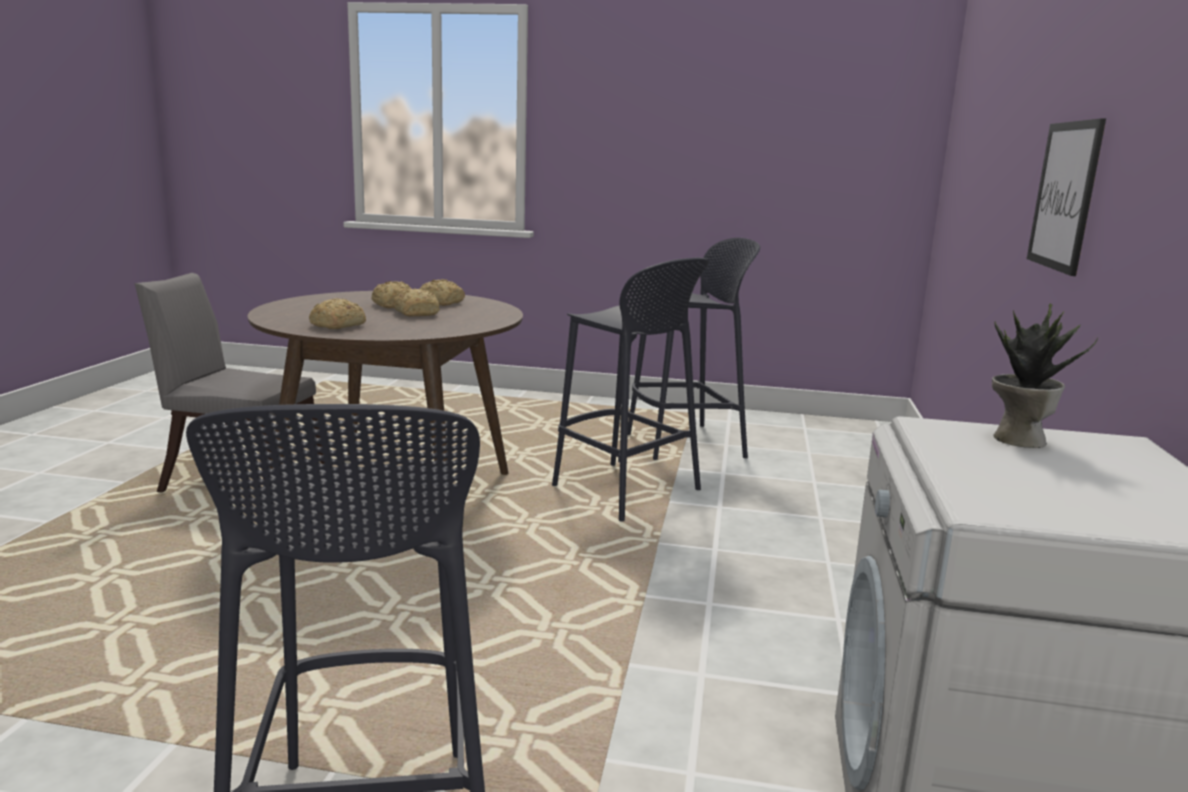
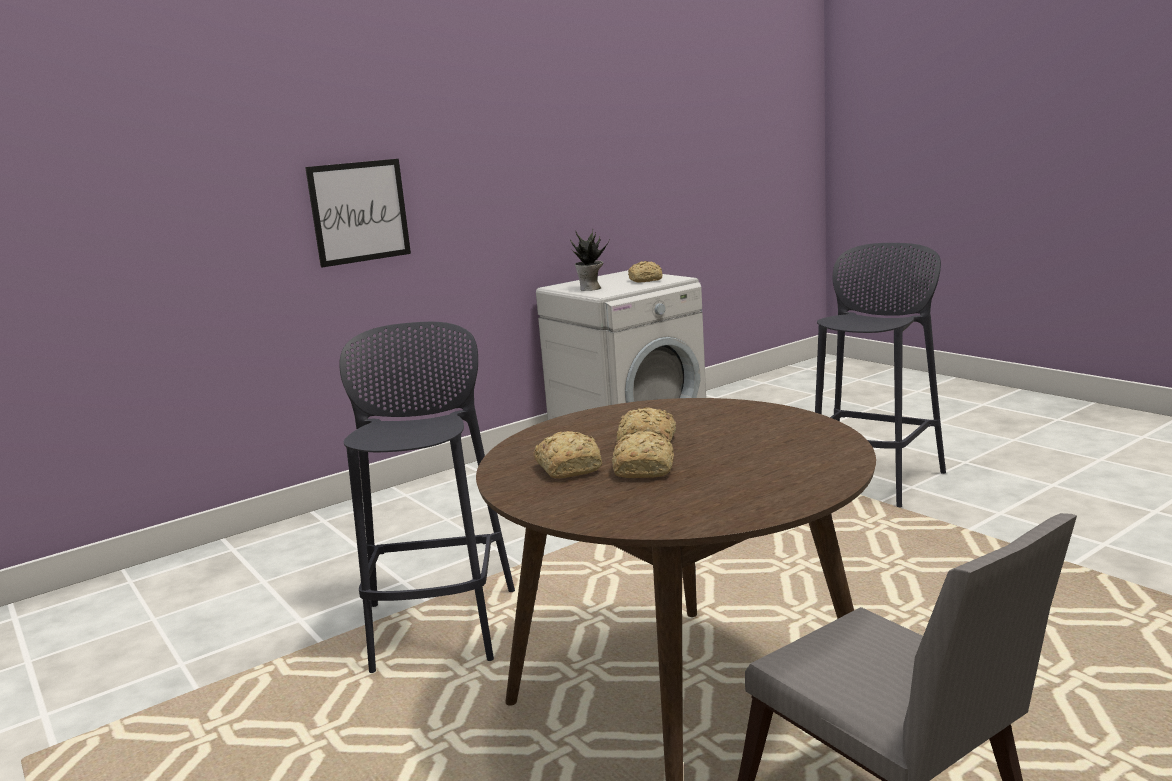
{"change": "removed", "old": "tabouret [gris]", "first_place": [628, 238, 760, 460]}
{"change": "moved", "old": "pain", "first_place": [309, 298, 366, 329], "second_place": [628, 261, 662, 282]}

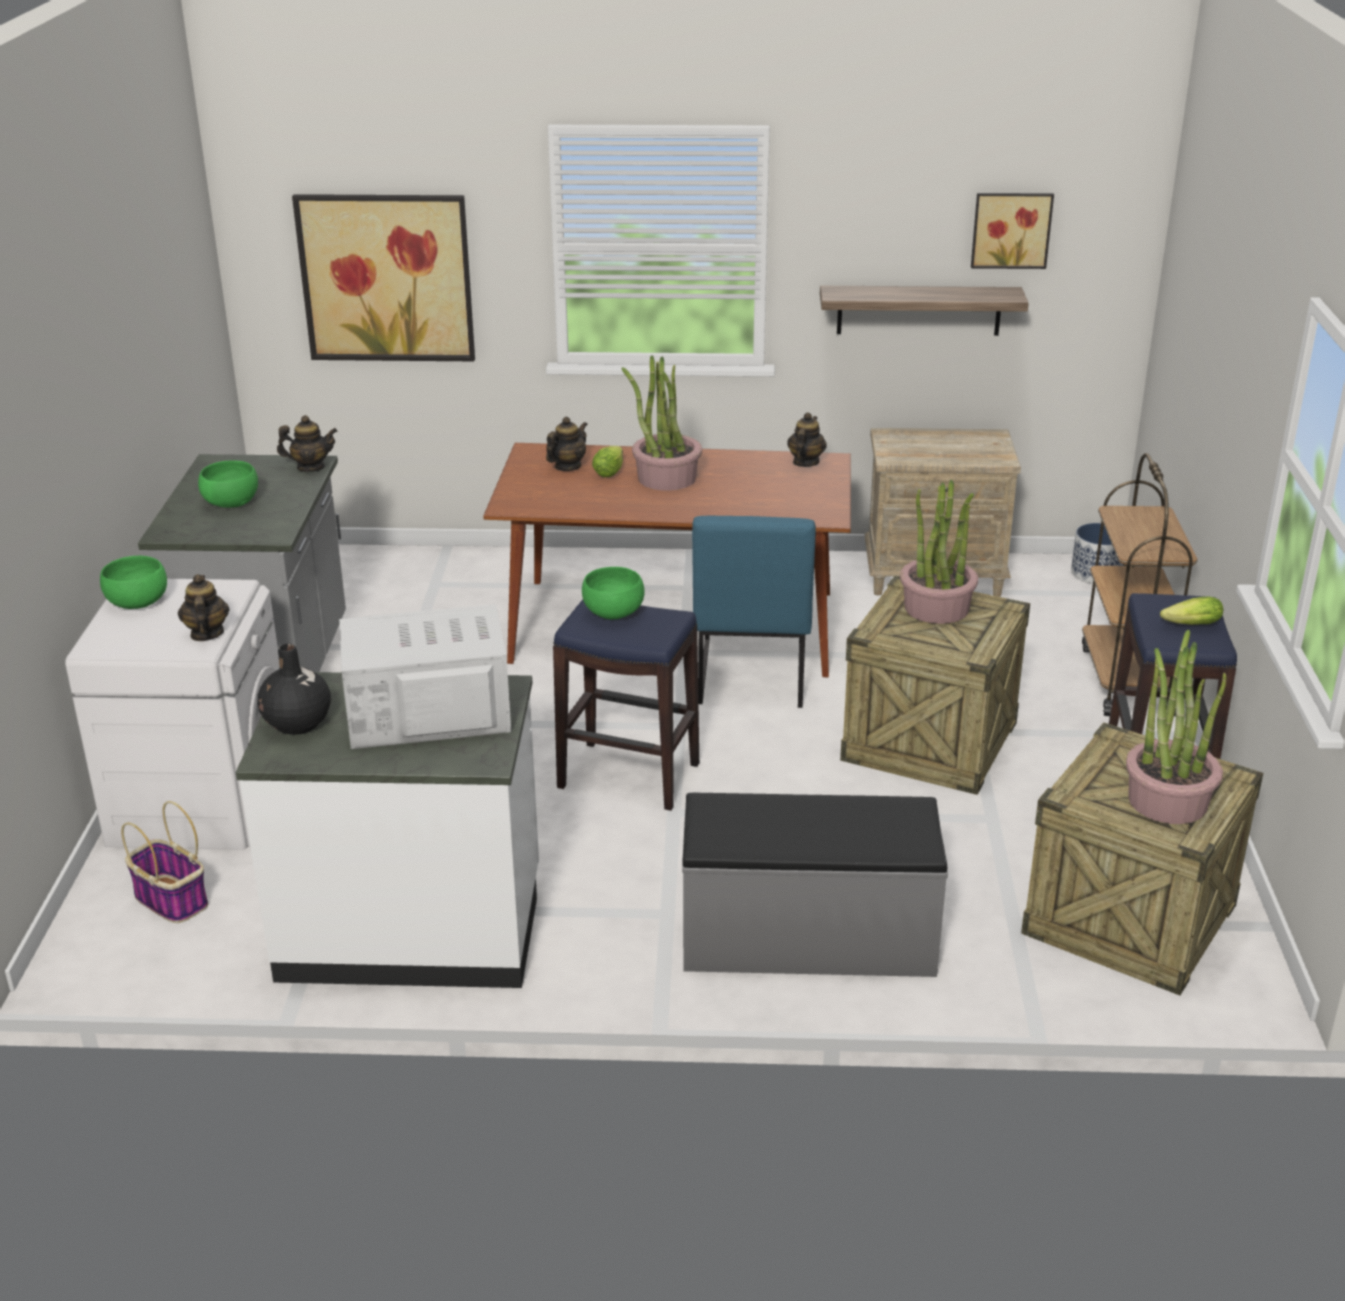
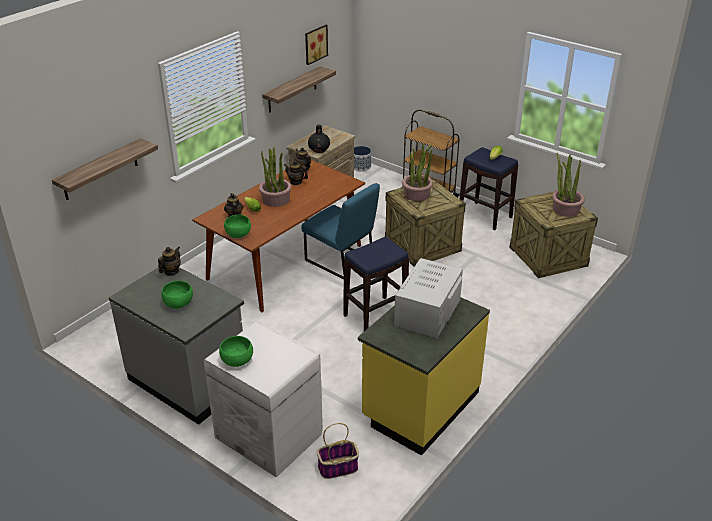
{"change": "replaced", "old": "tableau", "new": "étagère", "first_place": [292, 194, 475, 361], "second_place": [52, 138, 158, 200]}
{"change": "moved", "old": "bol [vert]", "first_place": [582, 567, 645, 619], "second_place": [224, 215, 251, 238]}
{"change": "moved", "old": "théière", "first_place": [178, 574, 229, 641], "second_place": [284, 161, 308, 185]}
{"change": "moved", "old": "vase [noir]", "first_place": [257, 644, 331, 735], "second_place": [308, 125, 330, 153]}
{"change": "recoloured", "old": "comptoir de cuisine [blanc]", "new": "comptoir de cuisine [jaune]", "first_place": [236, 672, 539, 988], "second_place": [358, 297, 490, 456]}
{"change": "removed", "old": "banc [gris]", "first_place": [682, 793, 948, 977]}

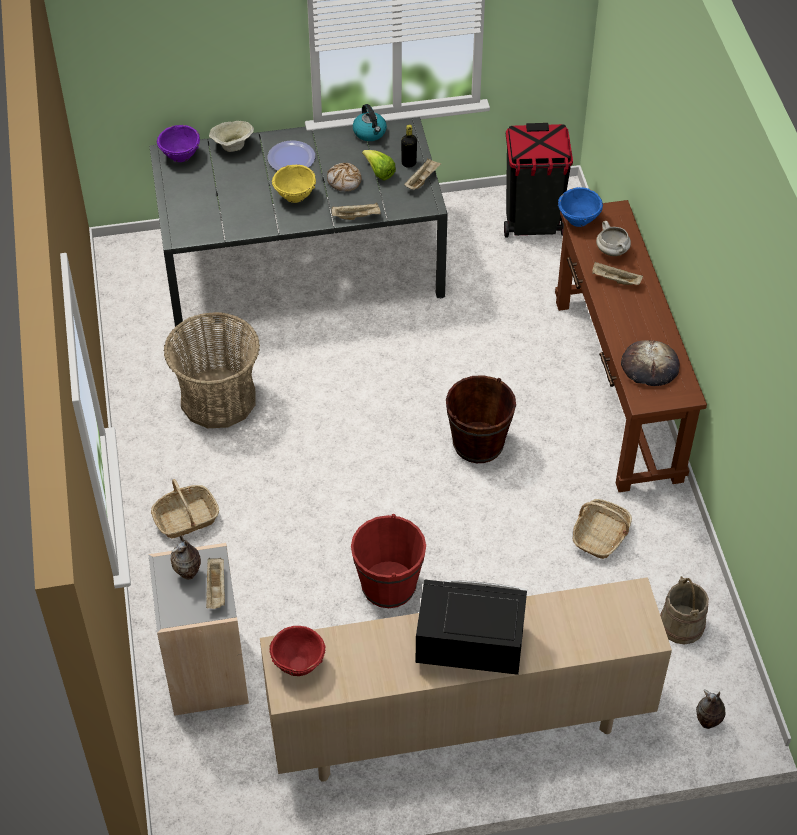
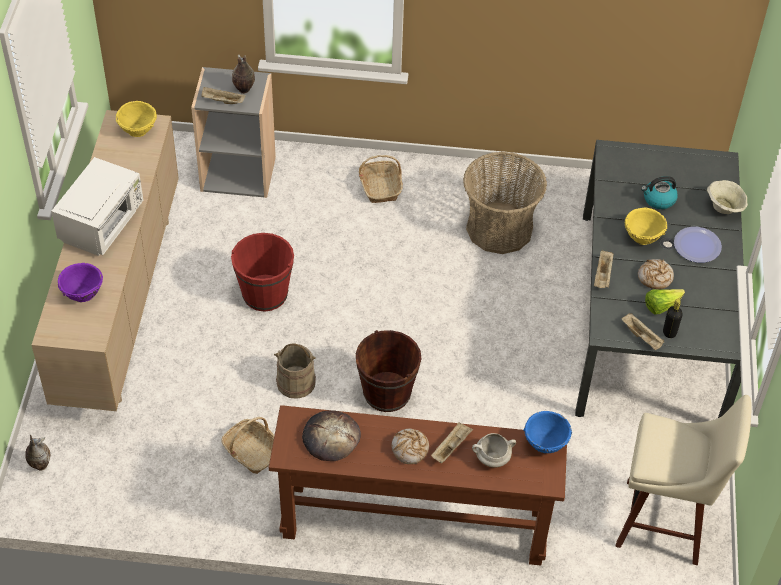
{"change": "moved", "old": "bouilloire", "first_place": [353, 104, 387, 141], "second_place": [641, 176, 678, 209]}
{"change": "replaced", "old": "poubelle [noir]", "new": "tabouret [beige]", "first_place": [504, 123, 573, 238], "second_place": [615, 395, 752, 565]}
{"change": "moved", "old": "bol [violet]", "first_place": [157, 125, 200, 162], "second_place": [58, 263, 103, 302]}
{"change": "moved", "old": "seau [beige]", "first_place": [660, 576, 709, 645], "second_place": [274, 343, 316, 399]}
{"change": "recoloured", "old": "micro-ondes [noir]", "new": "micro-ondes [blanc]", "first_place": [415, 579, 527, 675], "second_place": [51, 157, 143, 256]}
{"change": "recoloured", "old": "bol [rouge]", "new": "bol [jaune]", "first_place": [269, 626, 326, 676], "second_place": [116, 101, 157, 137]}
{"change": "added", "new": "pain", "second_place": [391, 429, 429, 464]}

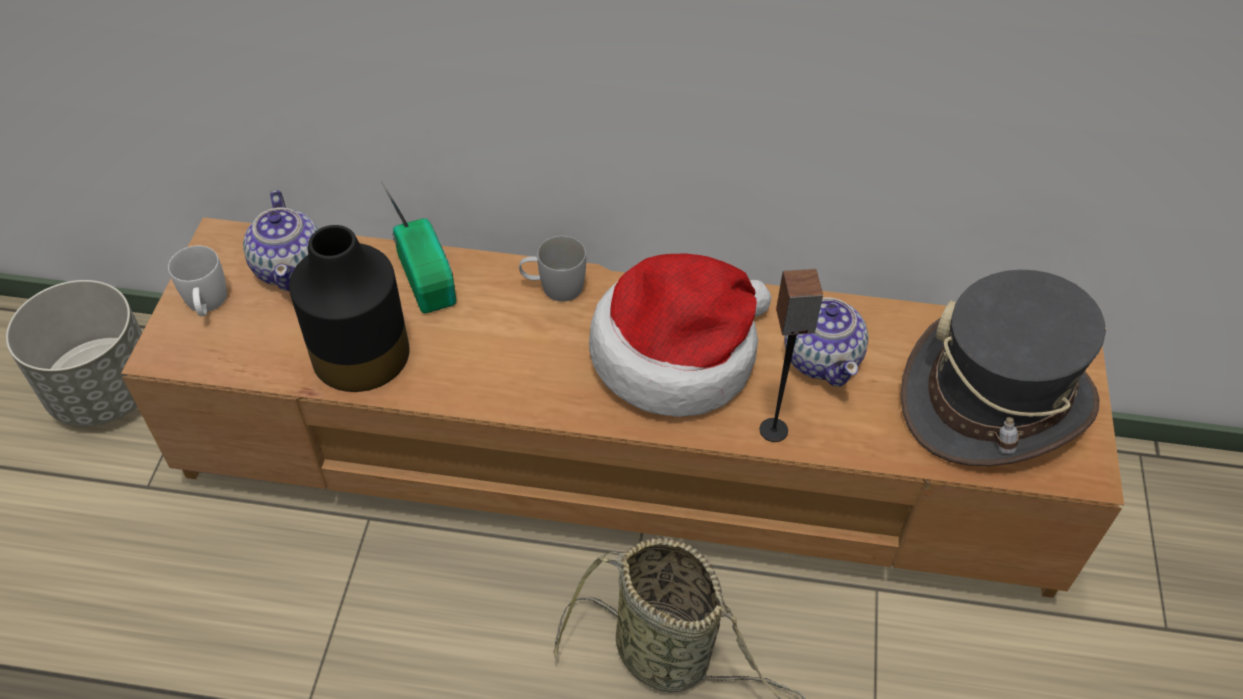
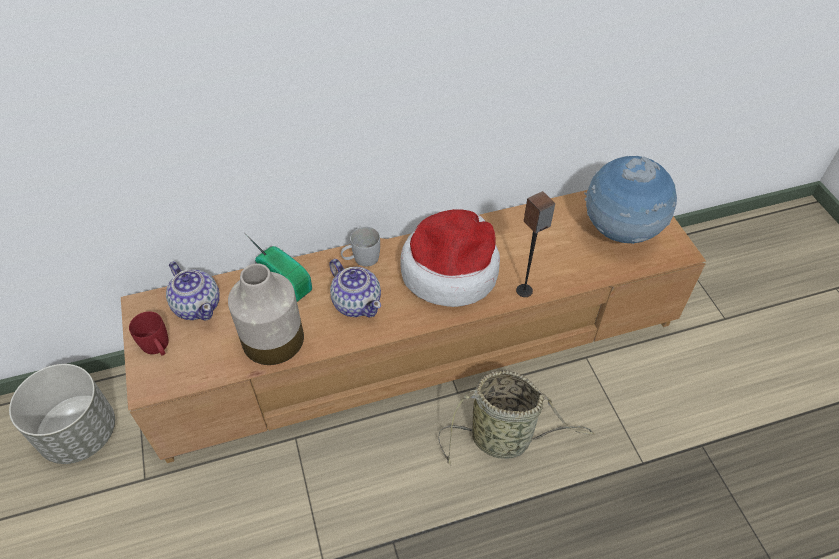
{"change": "recoloured", "old": "vase [noir]", "new": "vase [beige]", "first_place": [289, 225, 410, 392], "second_place": [228, 264, 304, 365]}
{"change": "recoloured", "old": "mug [blanc]", "new": "mug [rouge]", "first_place": [168, 246, 227, 316], "second_place": [129, 311, 169, 356]}
{"change": "replaced", "old": "chapeau [gris]", "new": "globe", "first_place": [901, 270, 1107, 466], "second_place": [584, 156, 677, 244]}
{"change": "moved", "old": "théière", "first_place": [784, 297, 869, 387], "second_place": [329, 259, 381, 318]}

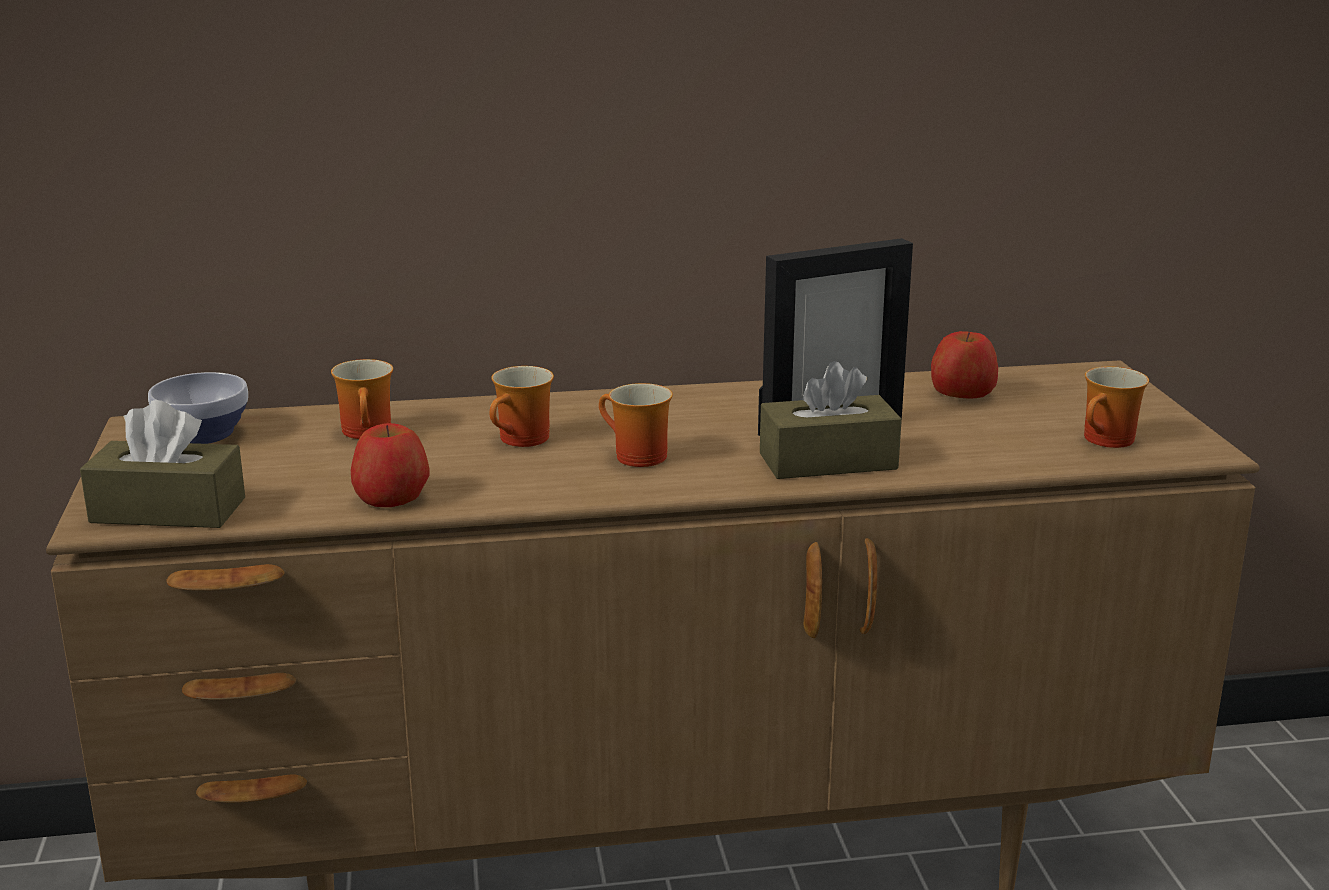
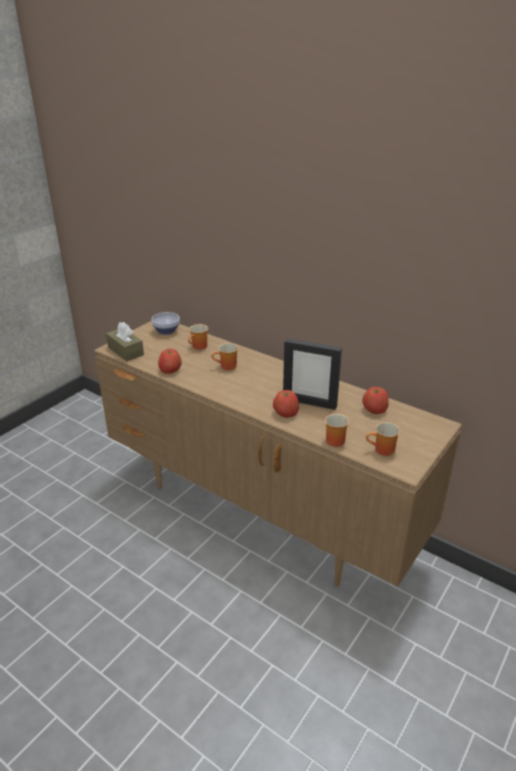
{"change": "replaced", "old": "boîte à mouchoirs [marron]", "new": "pomme", "first_place": [760, 361, 902, 479], "second_place": [273, 390, 299, 418]}
{"change": "moved", "old": "mug", "first_place": [599, 383, 673, 467], "second_place": [325, 413, 349, 447]}

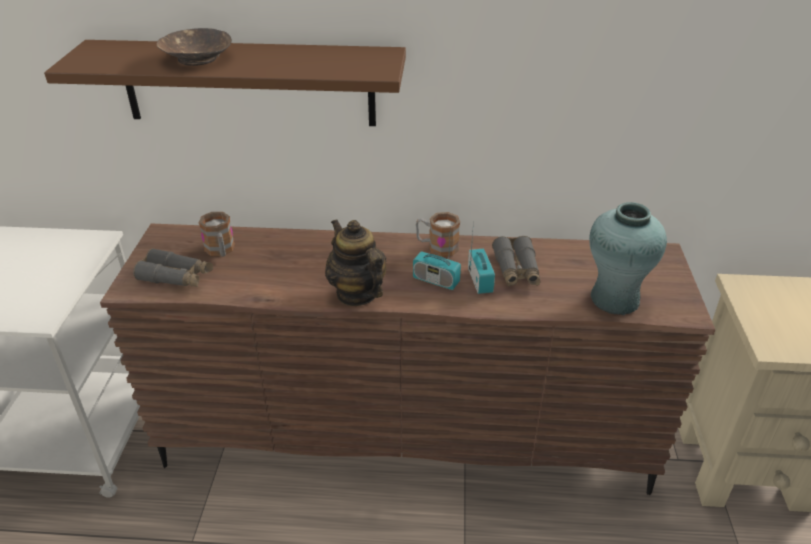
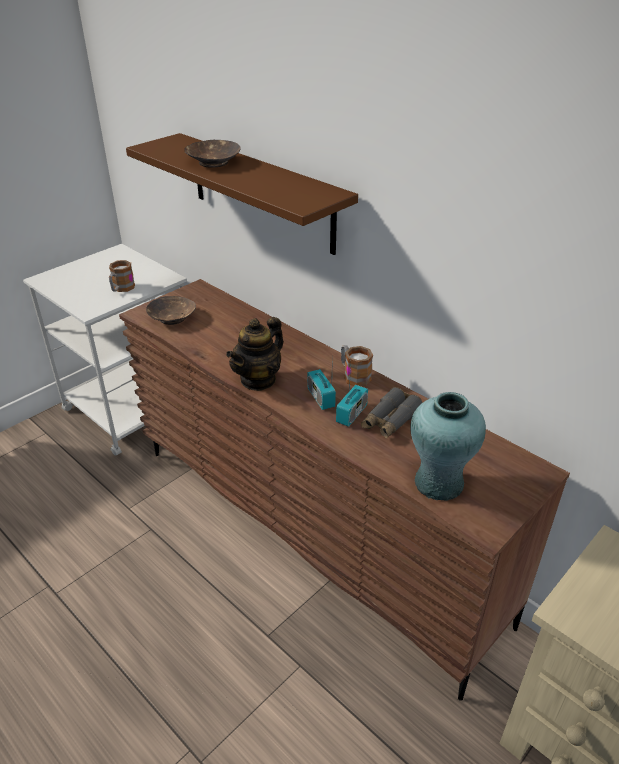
{"change": "moved", "old": "mug", "first_place": [199, 212, 235, 257], "second_place": [109, 260, 135, 292]}
{"change": "turned", "old": "théière", "first_place": [325, 220, 387, 306], "second_place": [226, 317, 284, 391], "degrees": -150}
{"change": "replaced", "old": "jumelles [gris]", "new": "bol [marron]", "first_place": [133, 248, 213, 287], "second_place": [146, 296, 196, 325]}

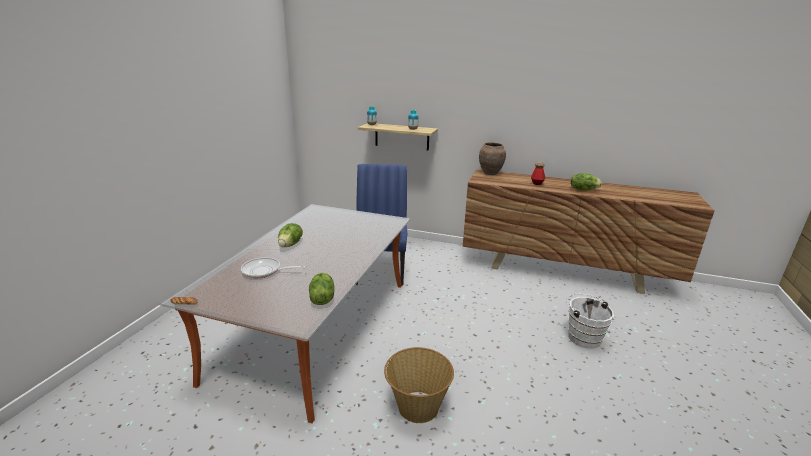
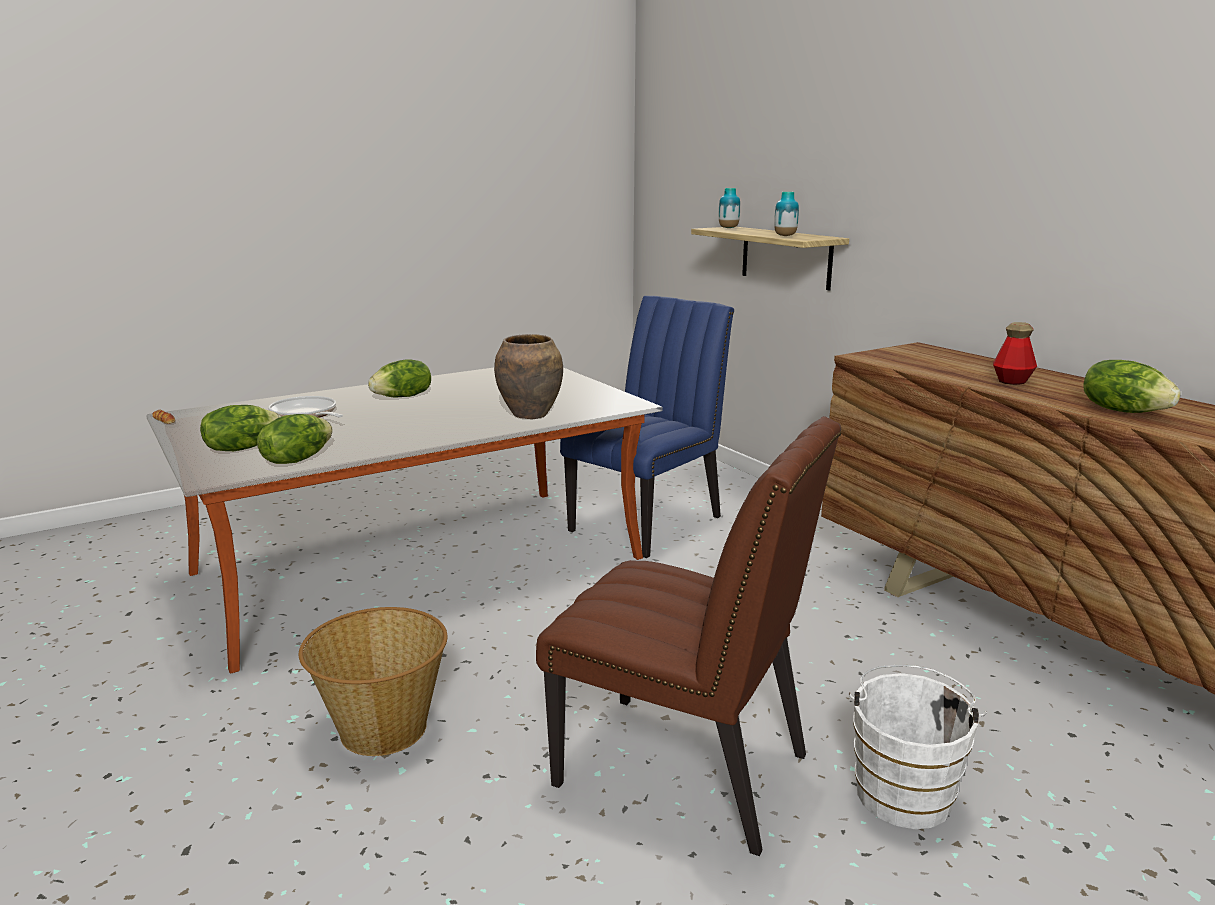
{"change": "moved", "old": "vase [marron]", "first_place": [479, 142, 506, 175], "second_place": [494, 334, 563, 419]}
{"change": "added", "new": "laitue", "second_place": [200, 405, 281, 451]}
{"change": "added", "new": "chaise [marron]", "second_place": [536, 416, 841, 856]}

